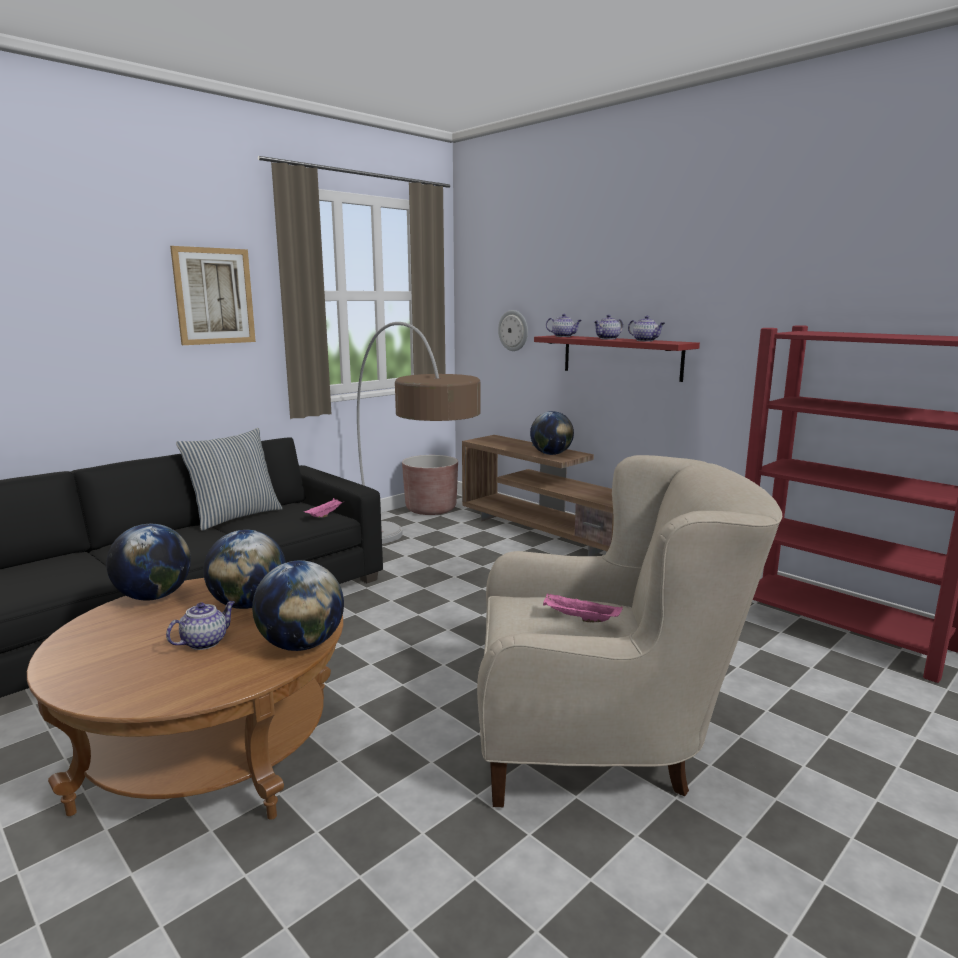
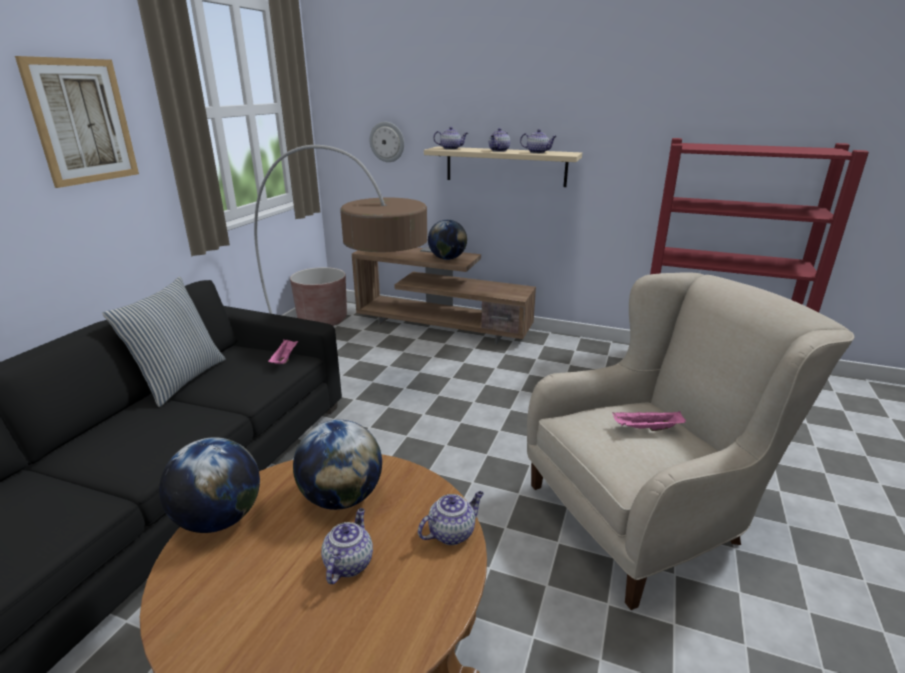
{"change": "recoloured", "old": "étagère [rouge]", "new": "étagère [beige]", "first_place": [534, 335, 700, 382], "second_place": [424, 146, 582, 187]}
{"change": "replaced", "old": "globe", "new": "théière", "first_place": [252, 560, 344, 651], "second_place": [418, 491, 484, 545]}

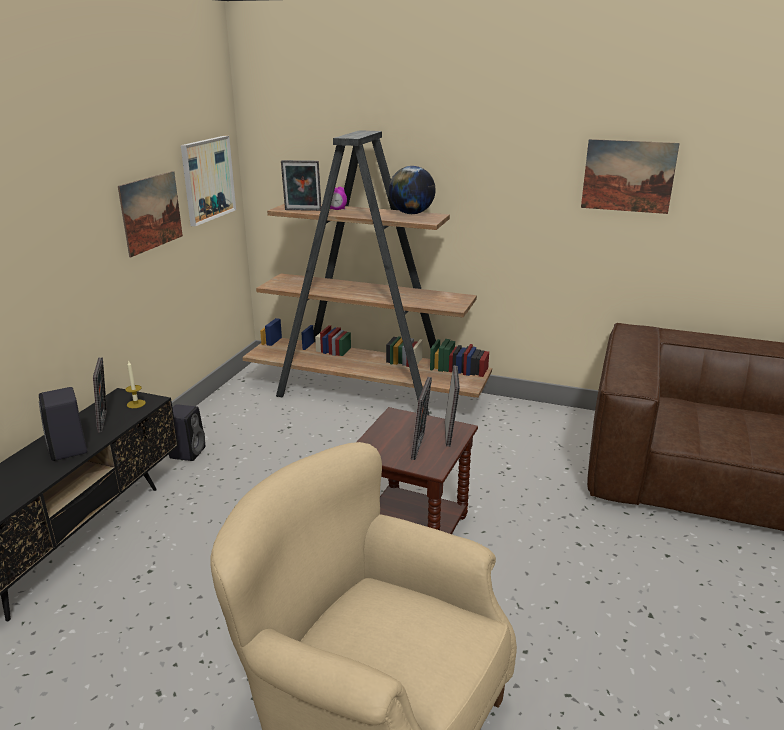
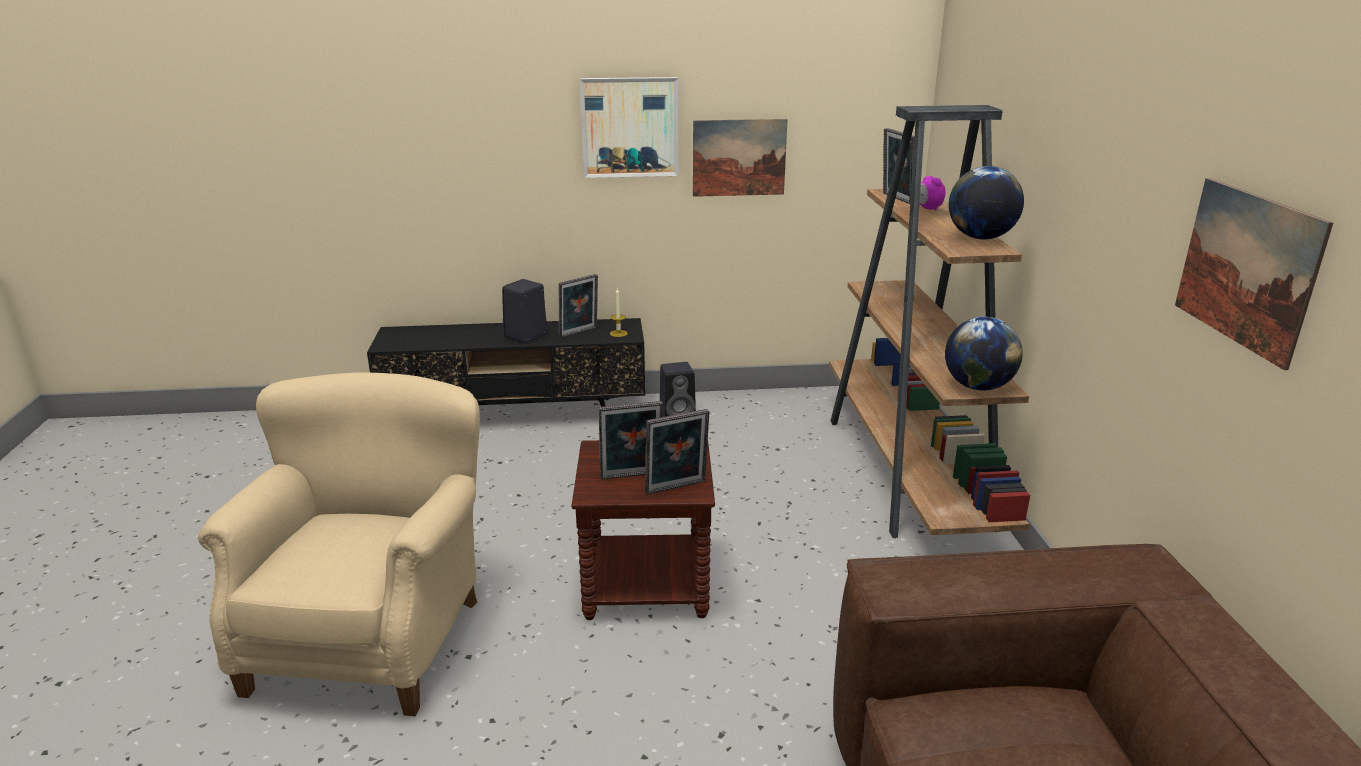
{"change": "moved", "old": "tableau", "first_place": [181, 136, 236, 226], "second_place": [580, 77, 678, 178]}
{"change": "added", "new": "globe", "second_place": [945, 317, 1023, 391]}

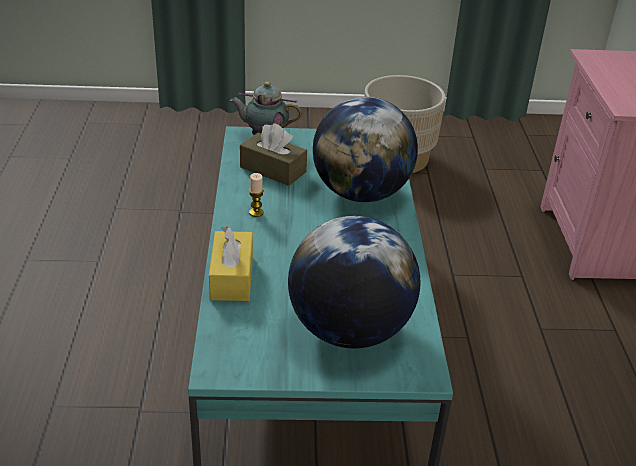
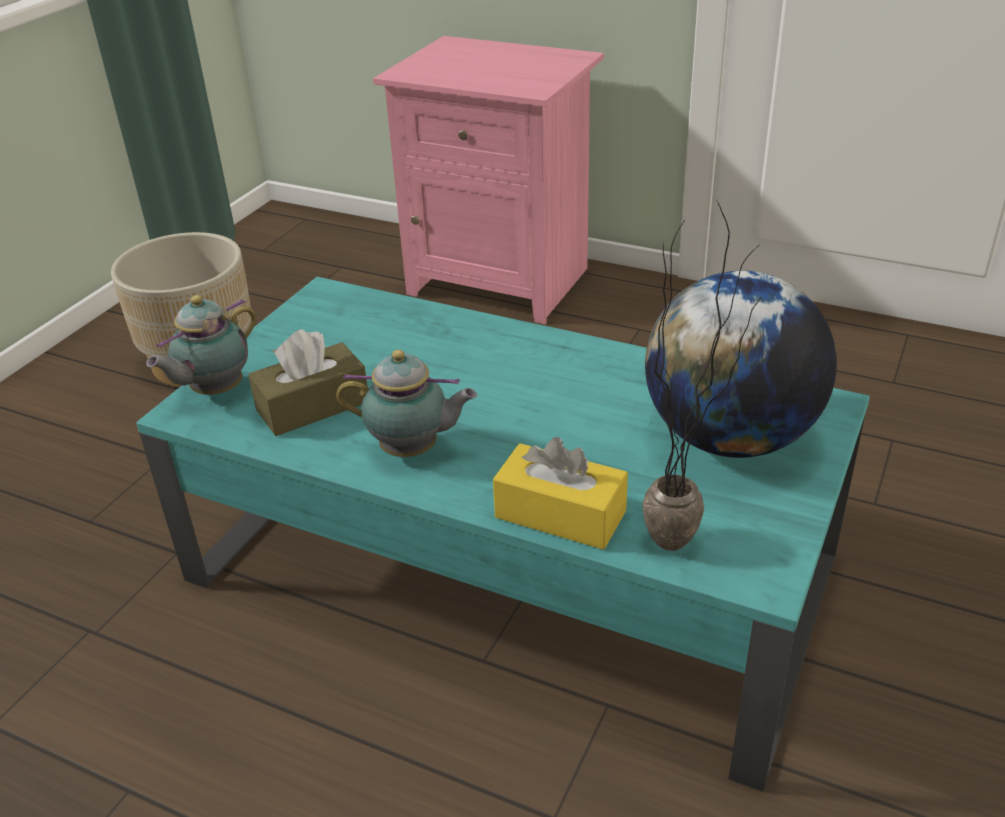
{"change": "removed", "old": "globe", "first_place": [313, 97, 418, 202]}
{"change": "replaced", "old": "bougie", "new": "théière", "first_place": [249, 173, 264, 217], "second_place": [336, 350, 477, 457]}
{"change": "added", "new": "plante en pot", "second_place": [642, 199, 761, 551]}

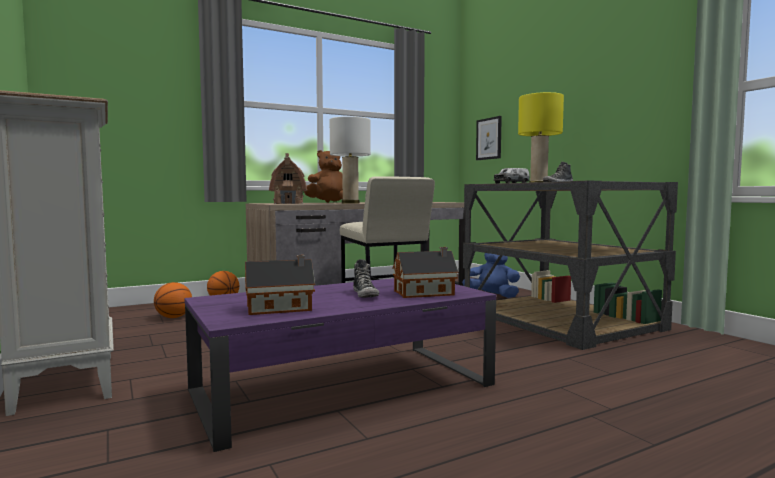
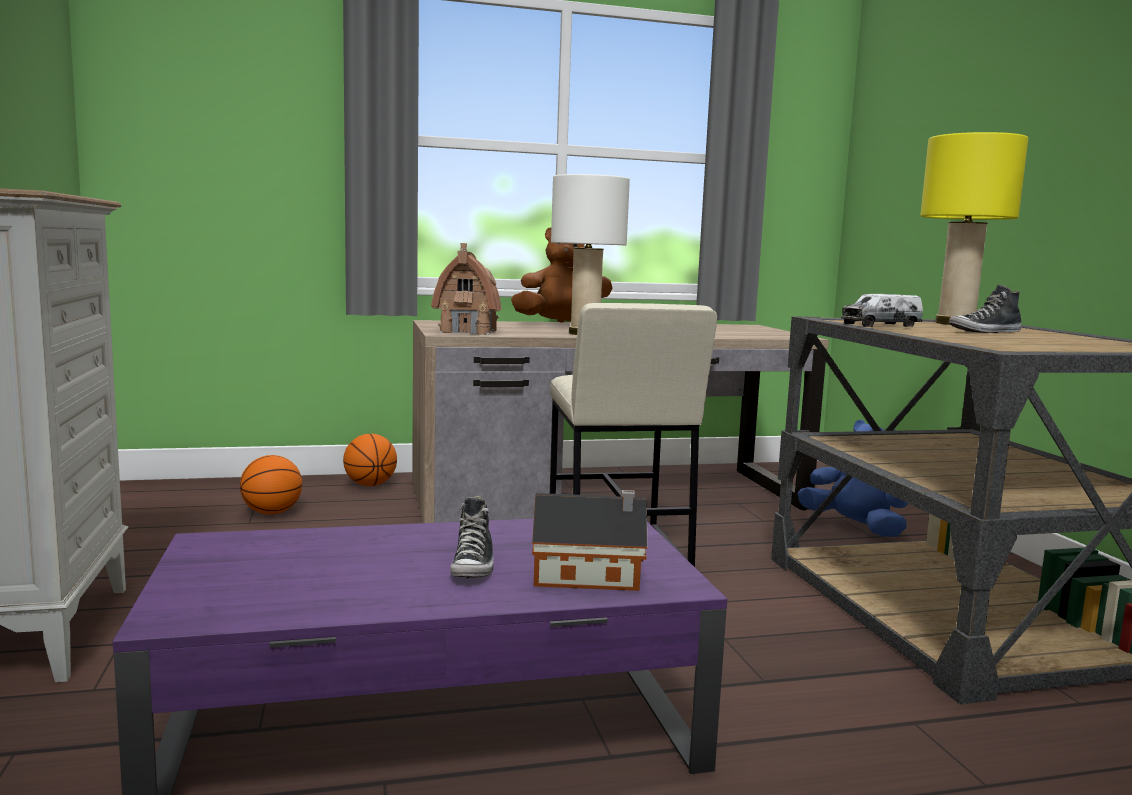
{"change": "removed", "old": "tableau", "first_place": [476, 116, 502, 160]}
{"change": "removed", "old": "maison miniature", "first_place": [245, 255, 315, 315]}

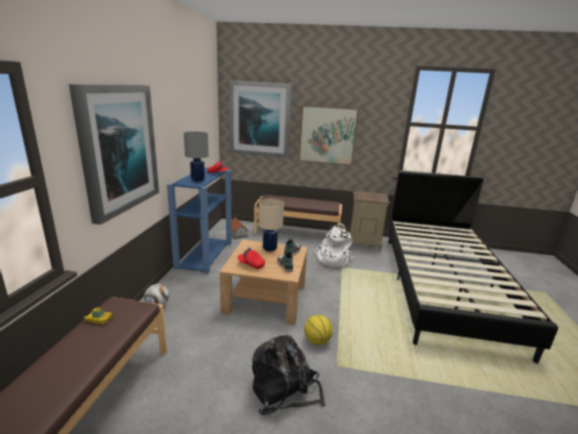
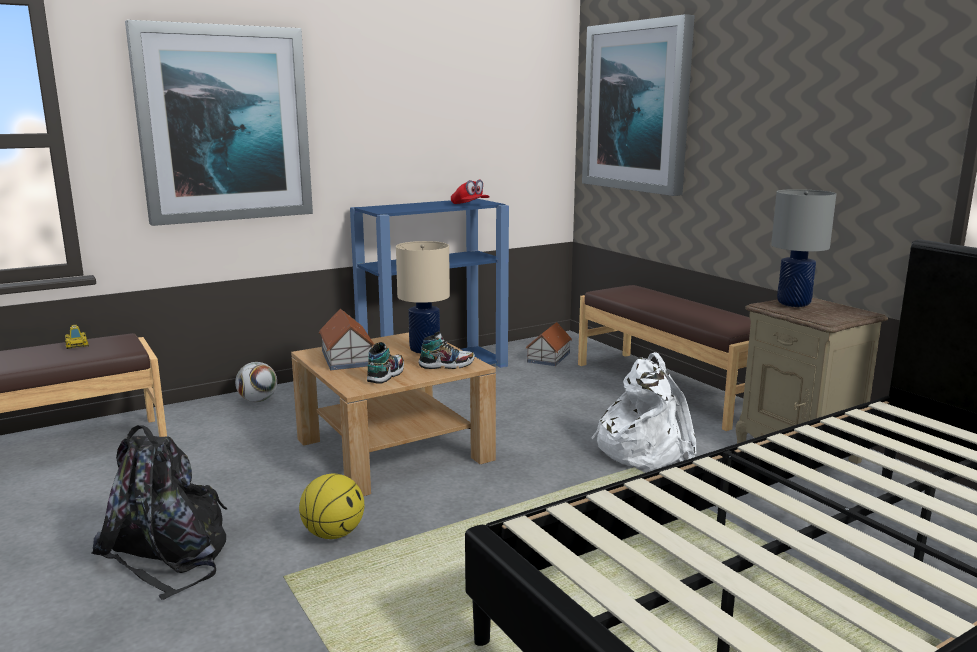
{"change": "removed", "old": "tableau", "first_place": [298, 105, 359, 166]}
{"change": "moved", "old": "lampe de table [gris]", "first_place": [184, 132, 209, 182], "second_place": [771, 189, 836, 307]}
{"change": "replaced", "old": "casquette [rouge]", "new": "maison miniature", "first_place": [238, 247, 265, 269], "second_place": [319, 309, 374, 370]}

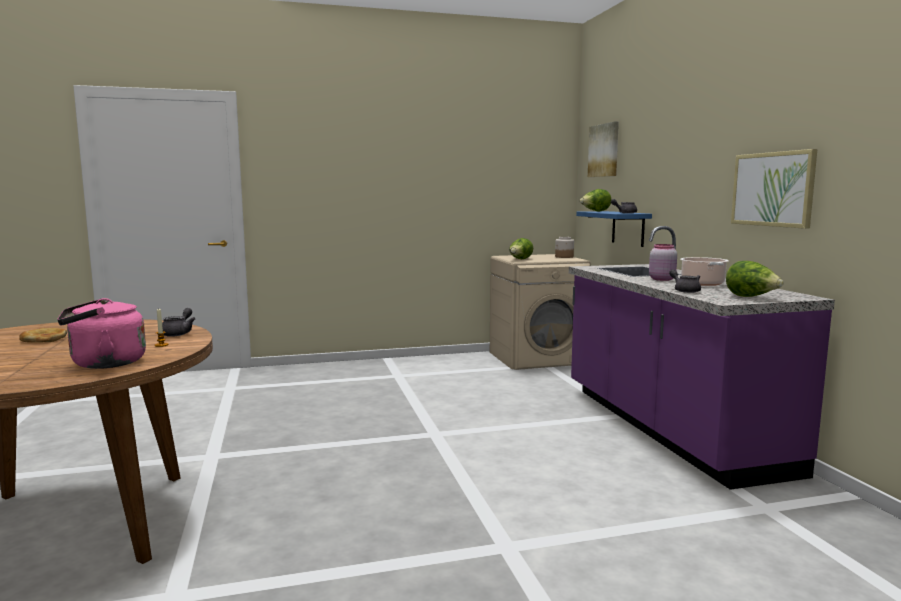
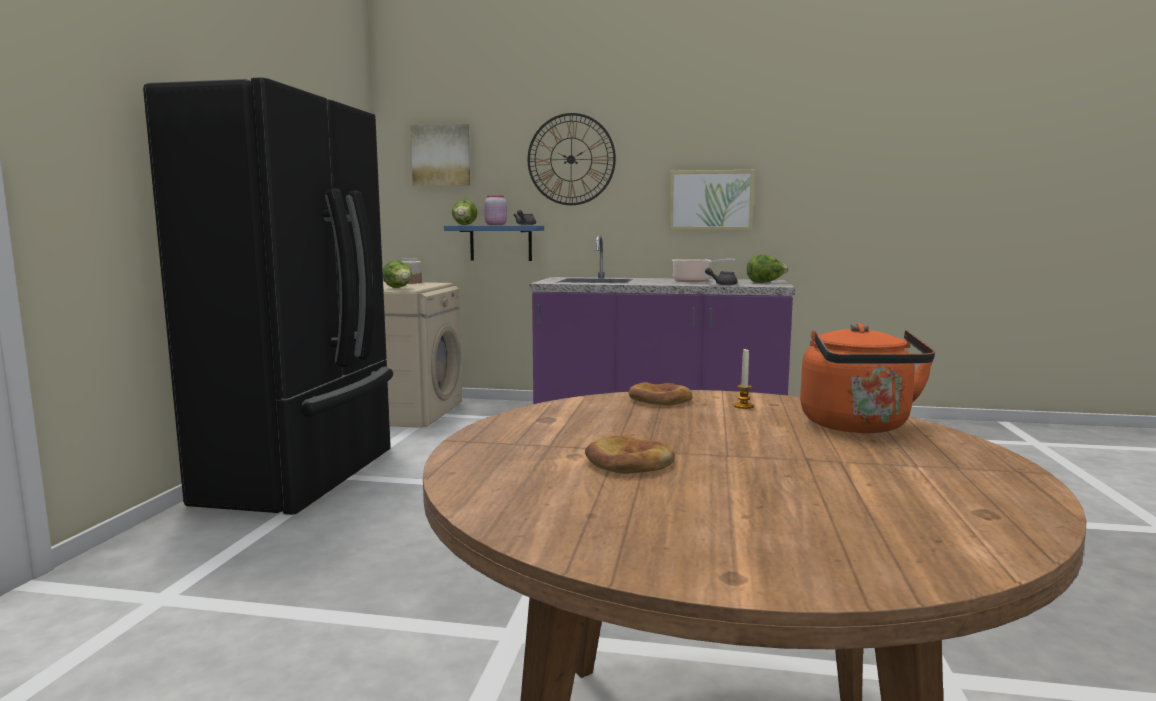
{"change": "moved", "old": "bocal [rose]", "first_place": [649, 244, 677, 281], "second_place": [484, 194, 507, 225]}
{"change": "recoloured", "old": "bouilloire [rose]", "new": "bouilloire [orange]", "first_place": [57, 298, 146, 369], "second_place": [800, 323, 935, 433]}
{"change": "replaced", "old": "théière [gris]", "new": "pain", "first_place": [162, 308, 195, 337], "second_place": [629, 382, 693, 406]}
{"change": "added", "new": "réfrigérateur [noir]", "second_place": [143, 77, 393, 515]}
{"change": "added", "new": "horloge murale", "second_place": [528, 113, 616, 205]}

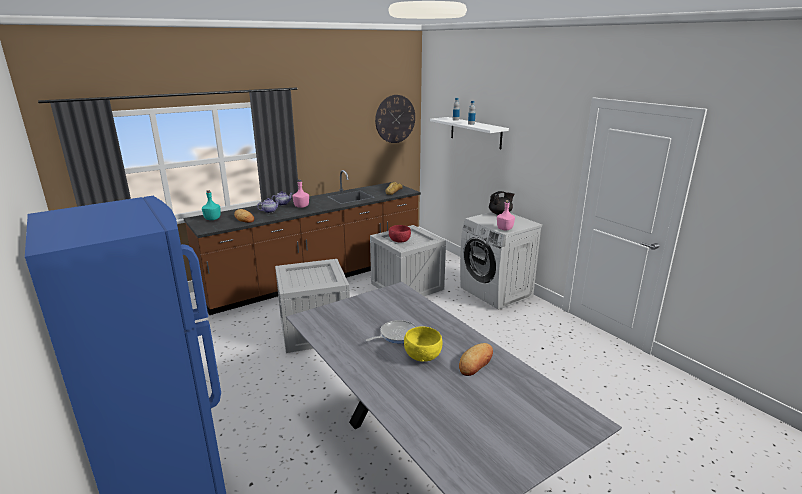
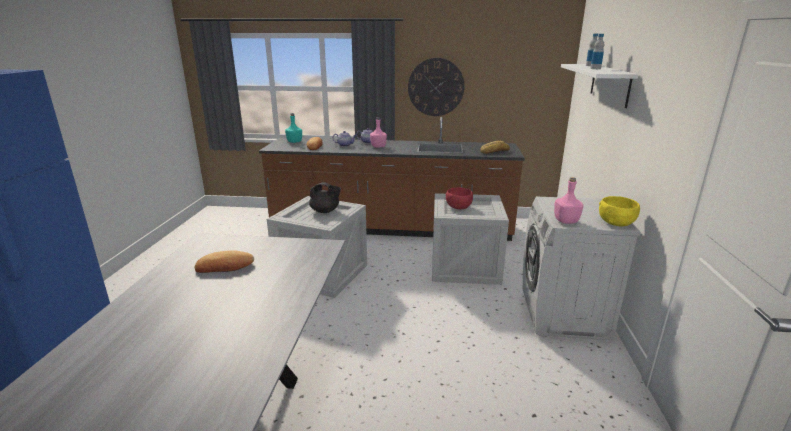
{"change": "moved", "old": "horloge murale", "first_place": [375, 95, 415, 143], "second_place": [408, 58, 465, 116]}
{"change": "moved", "old": "théière [noir]", "first_place": [489, 191, 514, 215], "second_place": [309, 183, 341, 213]}
{"change": "removed", "old": "poêle", "first_place": [366, 320, 417, 343]}
{"change": "moved", "old": "bol [jaune]", "first_place": [404, 326, 442, 362], "second_place": [599, 196, 640, 227]}
{"change": "moved", "old": "pain", "first_place": [459, 343, 493, 376], "second_place": [195, 250, 254, 273]}

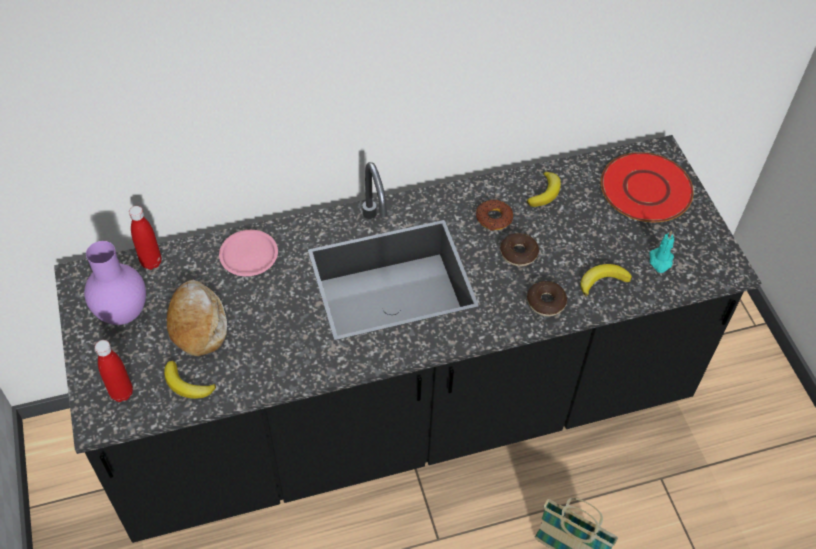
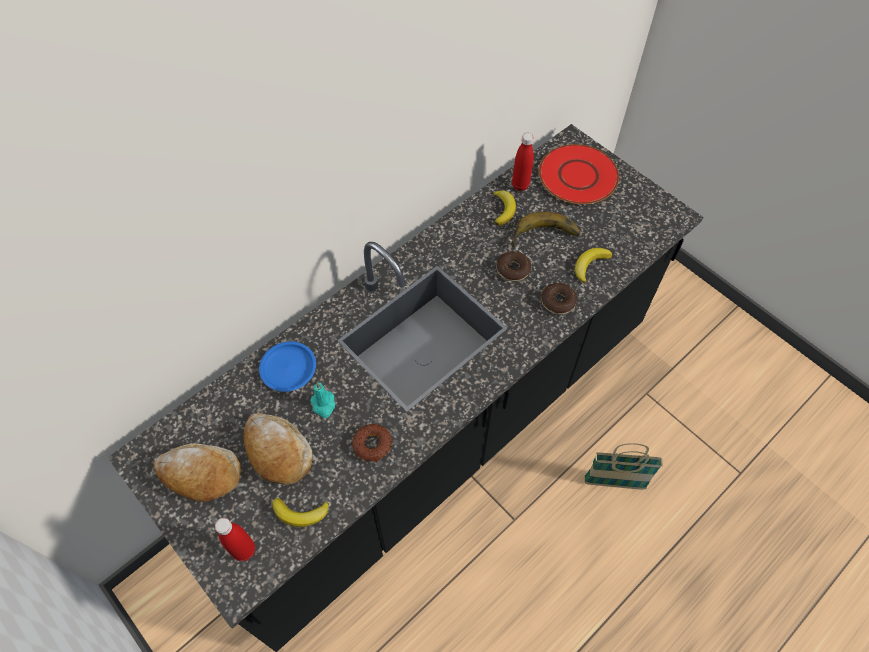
{"change": "moved", "old": "beignet", "first_place": [476, 199, 513, 231], "second_place": [352, 424, 392, 462]}
{"change": "moved", "old": "bouteille [rouge]", "first_place": [129, 206, 162, 270], "second_place": [512, 133, 534, 191]}
{"change": "recoloured", "old": "assiette [rose]", "new": "assiette [bleu]", "first_place": [219, 230, 278, 276], "second_place": [259, 341, 316, 392]}
{"change": "moved", "old": "bougie [turquoise]", "first_place": [649, 230, 674, 273], "second_place": [310, 382, 335, 418]}
{"change": "replaced", "old": "vase [violet]", "new": "pain", "first_place": [84, 241, 146, 325], "second_place": [154, 444, 242, 502]}
{"change": "added", "new": "banane", "second_place": [511, 211, 580, 247]}

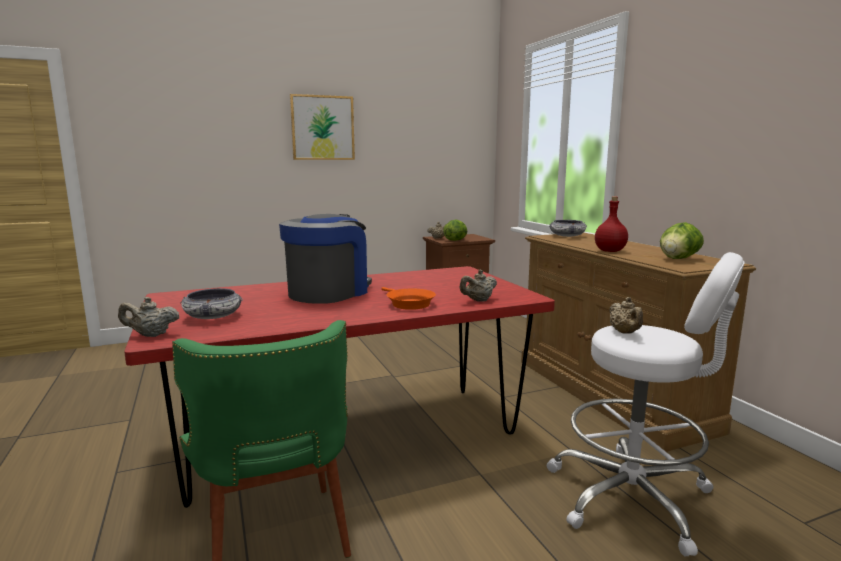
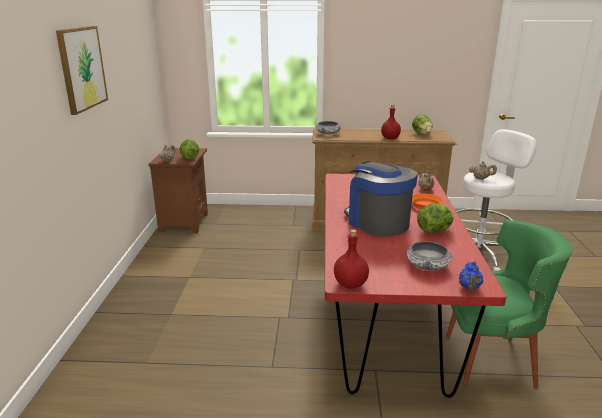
{"change": "recoloured", "old": "théière [beige]", "new": "théière [bleu]", "first_place": [118, 297, 179, 337], "second_place": [459, 261, 483, 290]}
{"change": "added", "new": "laitue", "second_place": [417, 203, 454, 233]}
{"change": "added", "new": "bouteille [rouge]", "second_place": [334, 230, 369, 289]}

